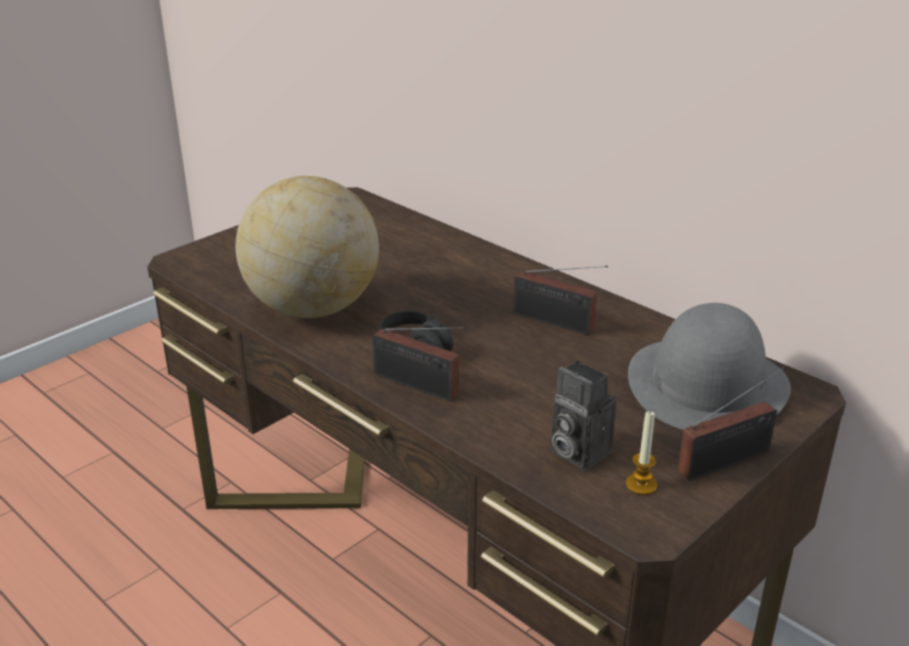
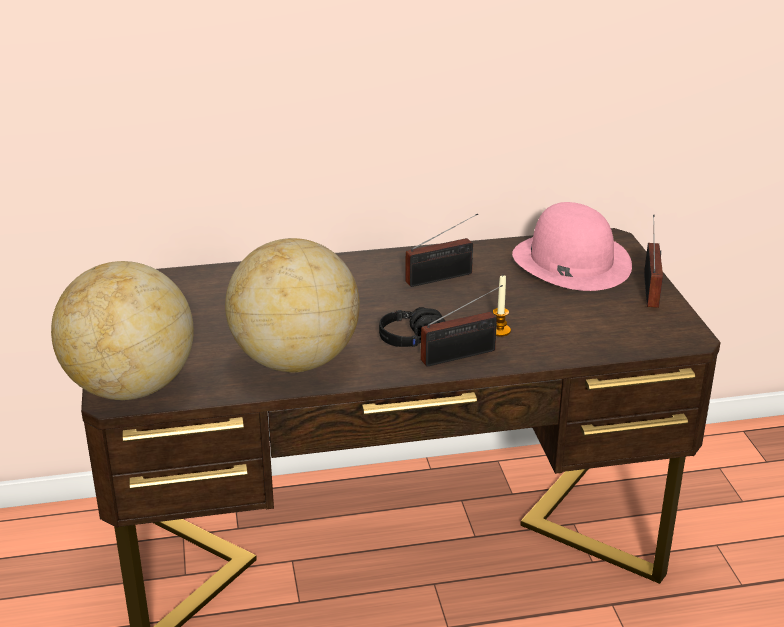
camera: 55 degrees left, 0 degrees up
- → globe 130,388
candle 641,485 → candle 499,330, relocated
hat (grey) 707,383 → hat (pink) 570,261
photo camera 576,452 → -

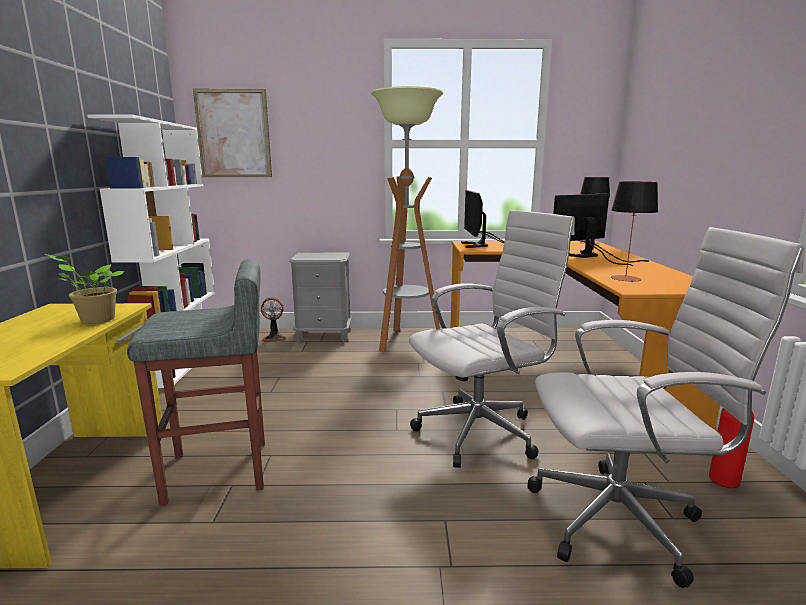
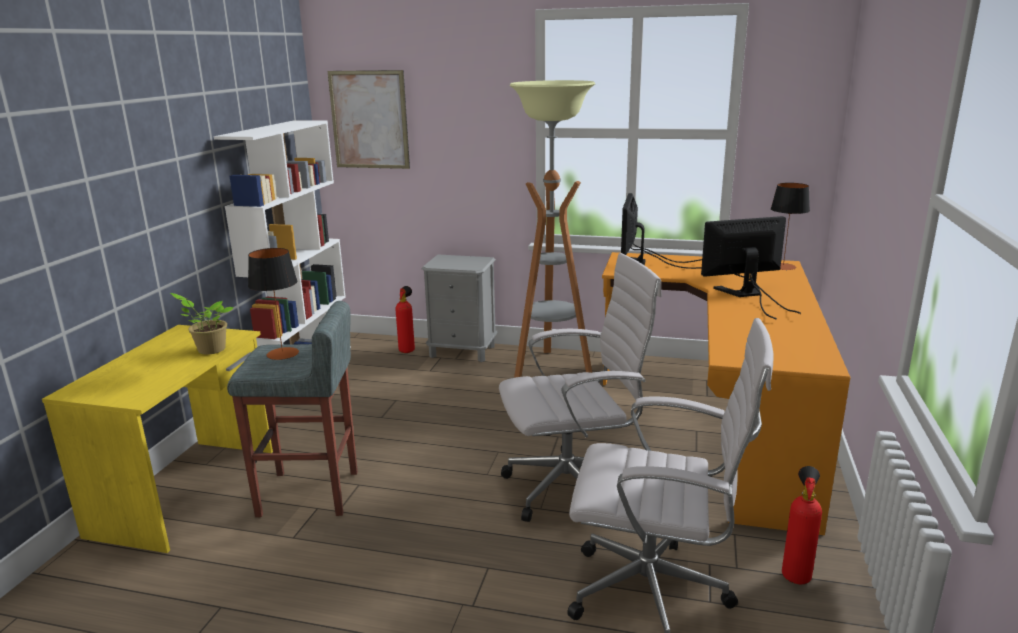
camera: 15 degrees right, 5 degrees up
table lamp 625,278 → table lamp 282,353, relocated
fan 274,338 → fire extinguisher 407,350

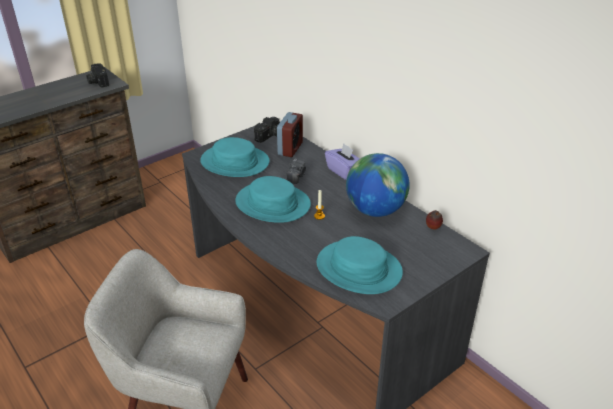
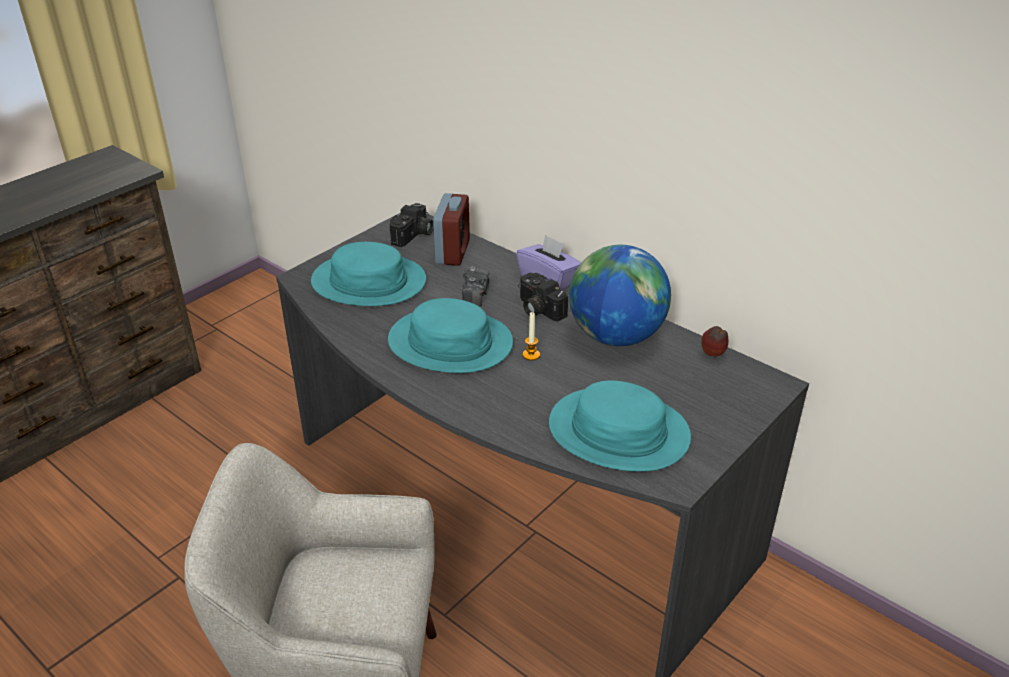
camera: 10 degrees left, 0 degrees up
photo camera 97,82 → photo camera 538,309, relocated

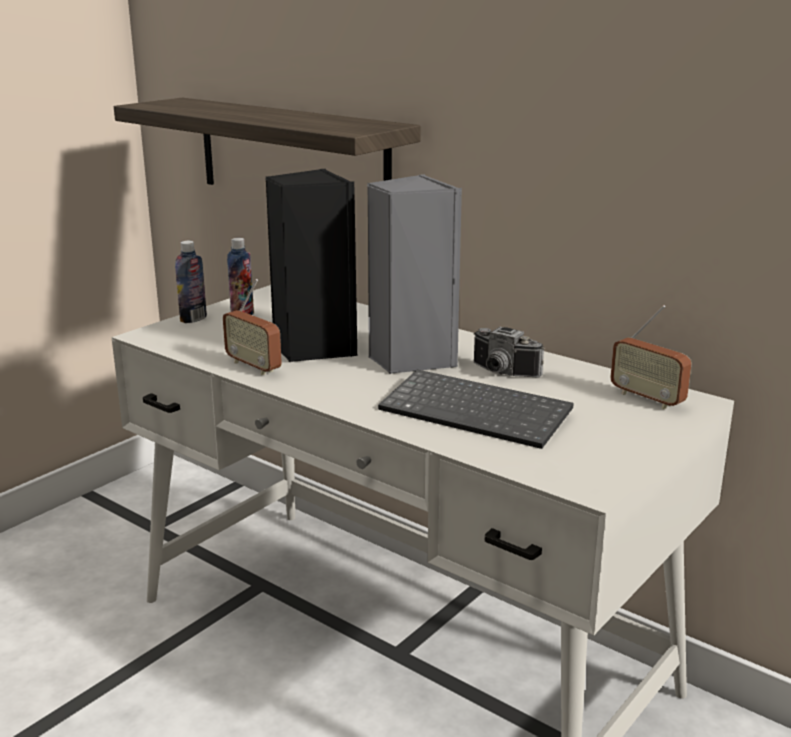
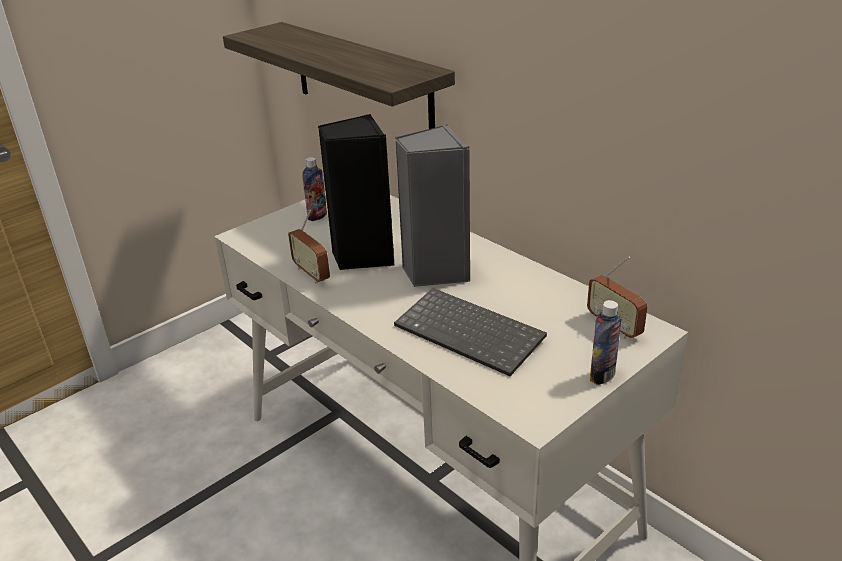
camera: 10 degrees right, 10 degrees up
bottle 193,319 → bottle 602,375, relocated
photo camera 501,373 → -

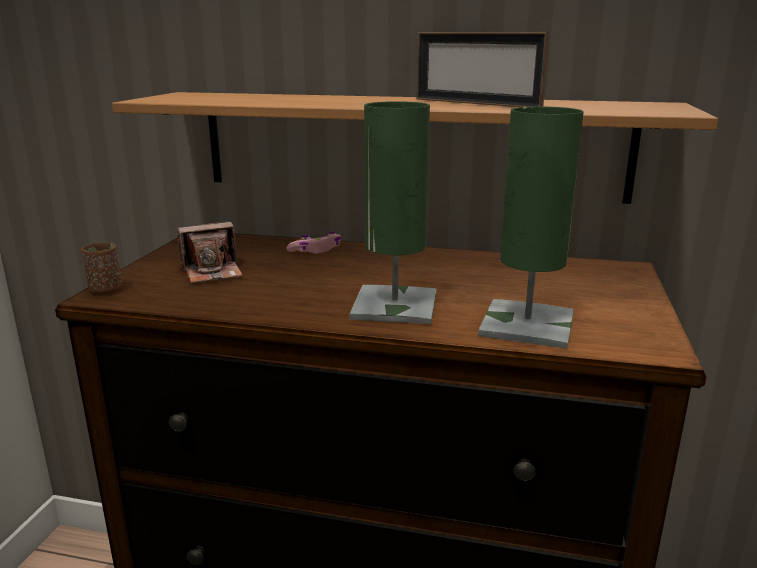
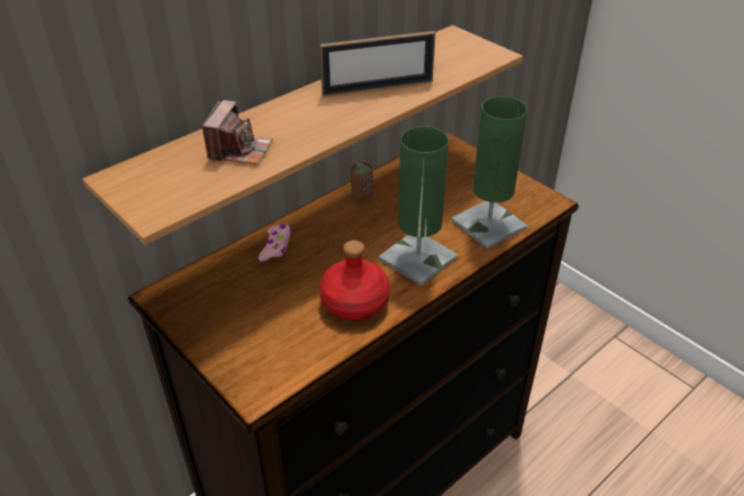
camera: 55 degrees left, 20 degrees up
photo camera 213,272 → photo camera 239,150, relocated
- → bottle (red) 354,301
cup (brown) 105,290 → cup (brown) 362,194, relocated

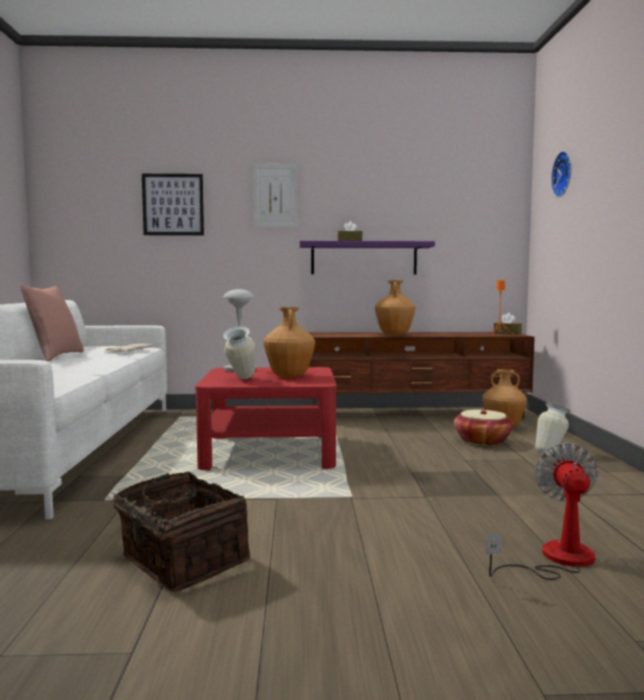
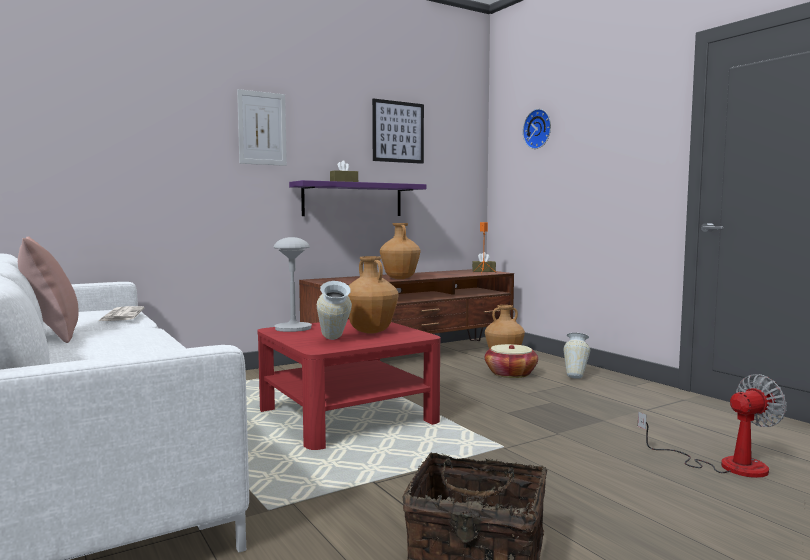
camera: 30 degrees left, 0 degrees up
picture 173,204 → picture 398,132, relocated
fan 555,560 → fan 725,465, 90 degrees clockwise

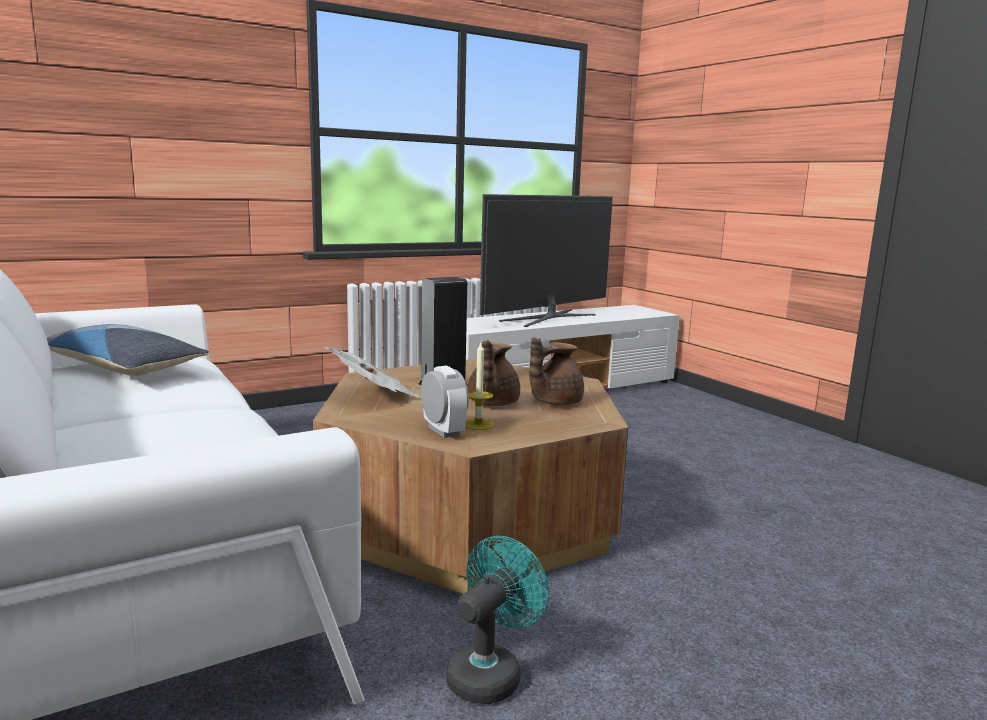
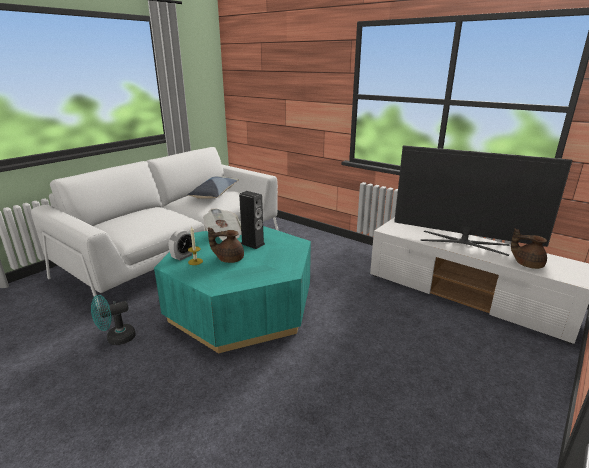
camera: 70 degrees right, 10 degrees up
fan (turquoise) 490,673 → fan (turquoise) 116,338, 135 degrees clockwise
coffee table (brown) 468,514 → coffee table (turquoise) 241,306
teapot (brown) 554,402 → teapot (brown) 527,264, relocated

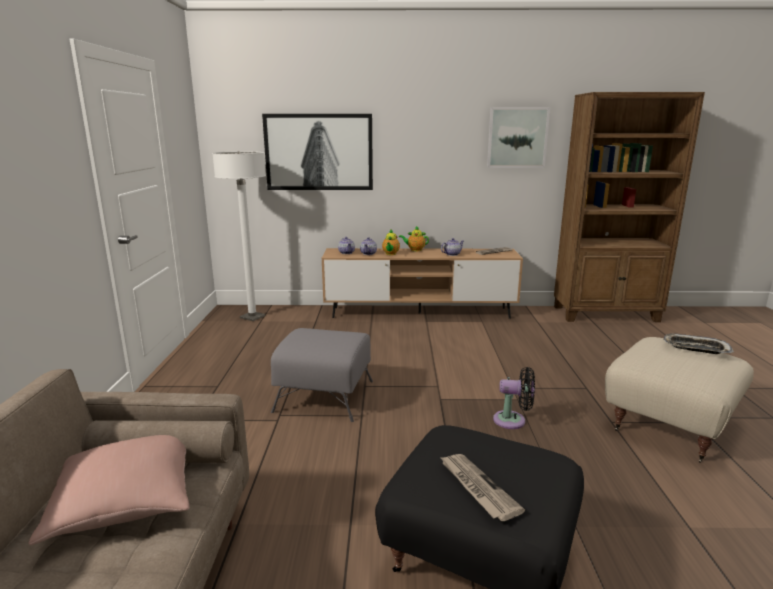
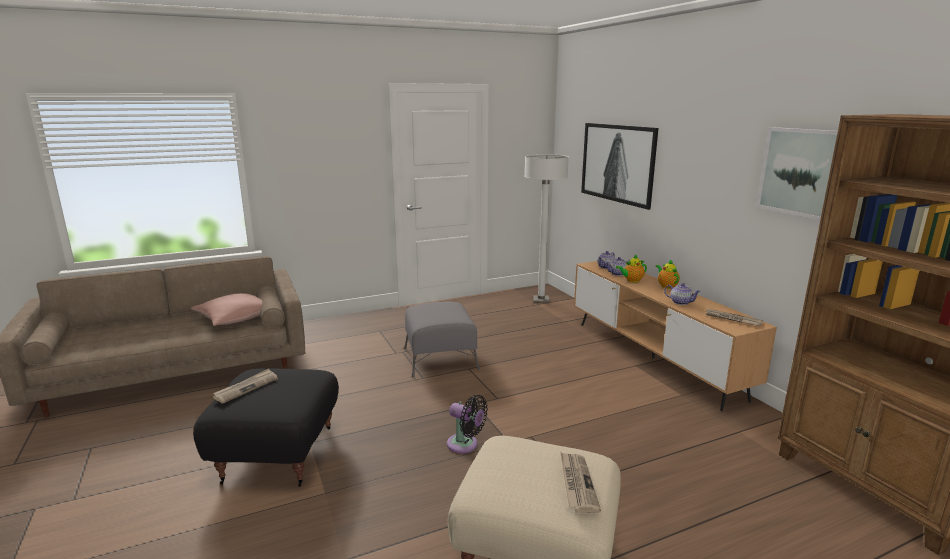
camera: 65 degrees right, 0 degrees up
fan (black) 513,421 → fan (black) 465,445, 45 degrees counterclockwise
tray 695,348 → newspaper 577,483

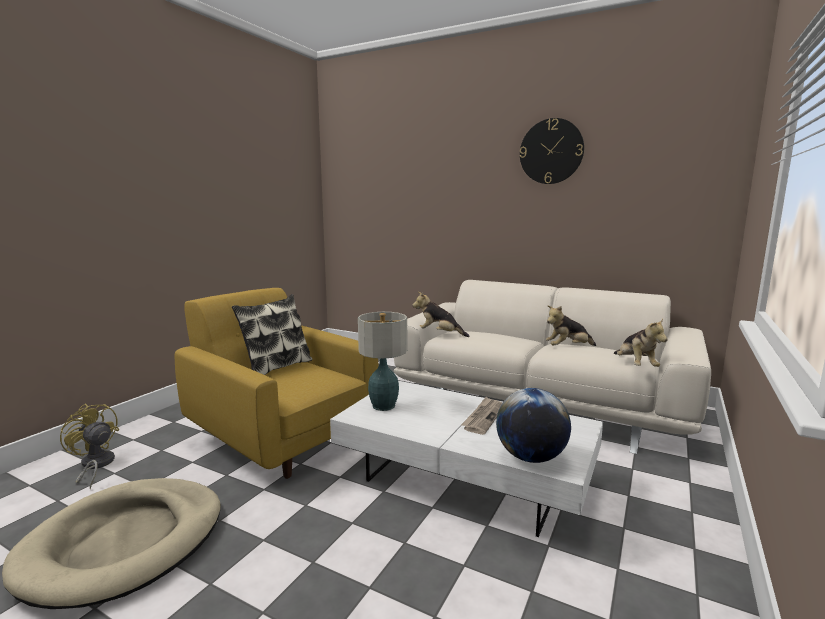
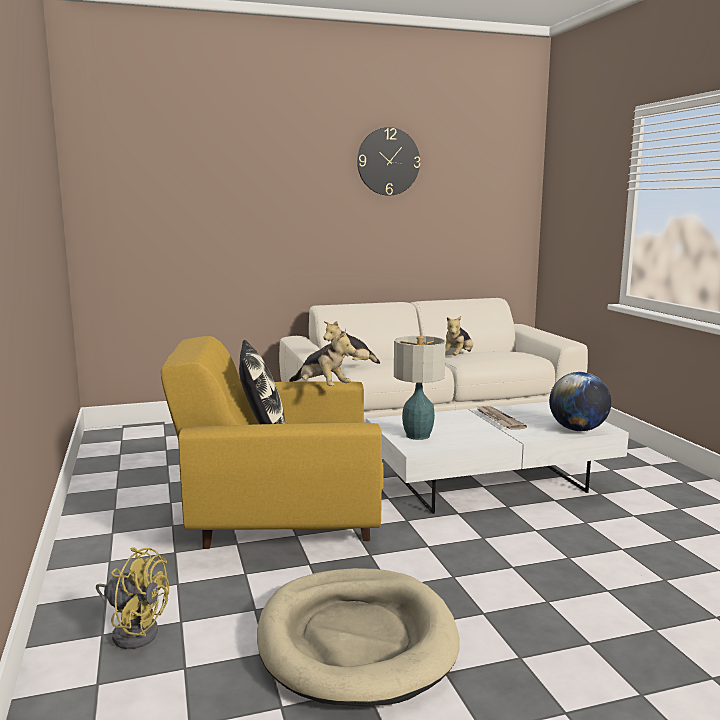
camera: 45 degrees left, 0 degrees up
fan (yellow) 95,466 → fan (yellow) 134,630, 150 degrees counterclockwise
plush toy 635,365 → plush toy 321,388, relocated

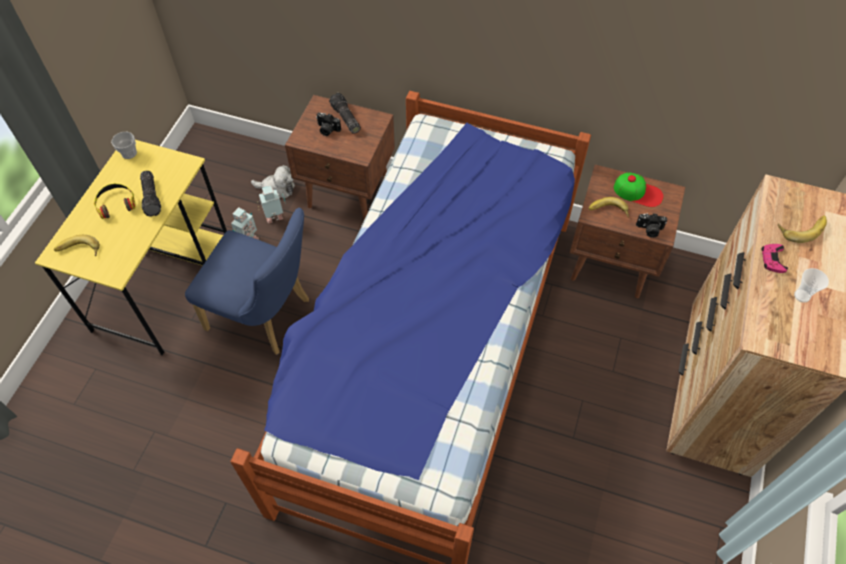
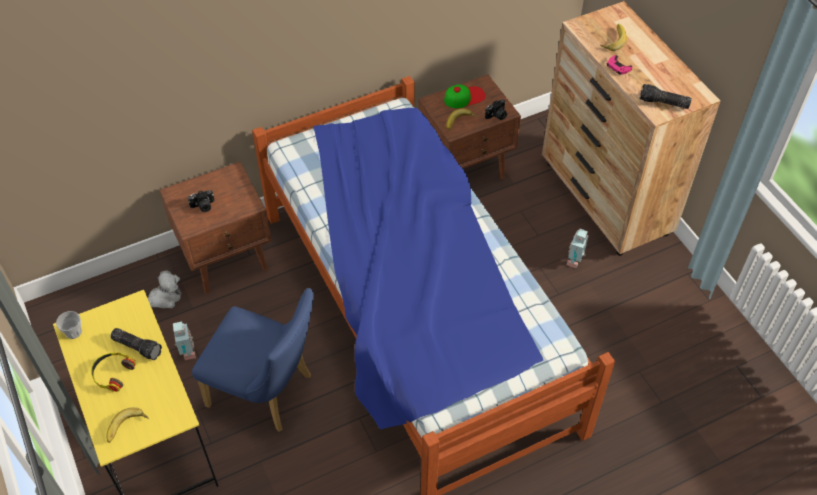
camera: 45 degrees left, 5 degrees down
chair (blue) 265,316 → chair (blue) 267,392, 45 degrees clockwise
toy robot 275,218 → toy robot 575,261, relocated
flashlight 345,118 → flashlight 663,103, relocated
cup 802,296 → -

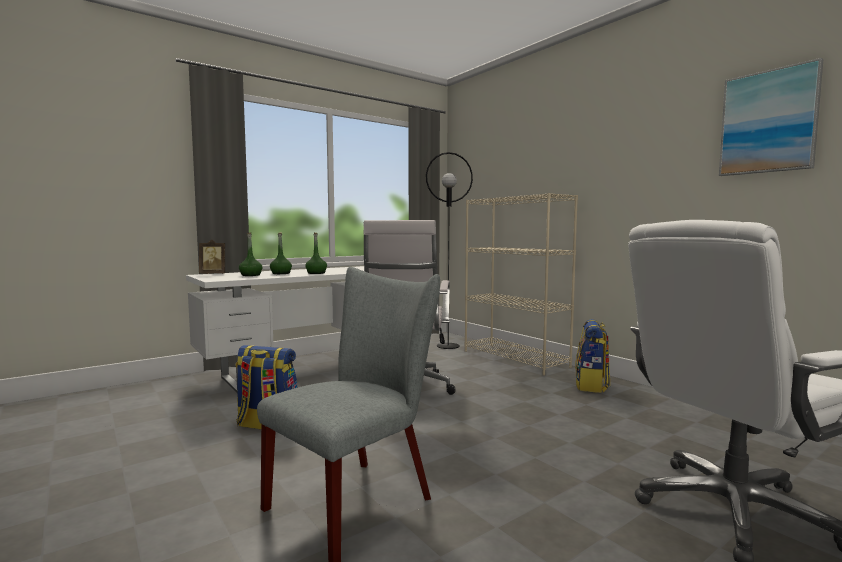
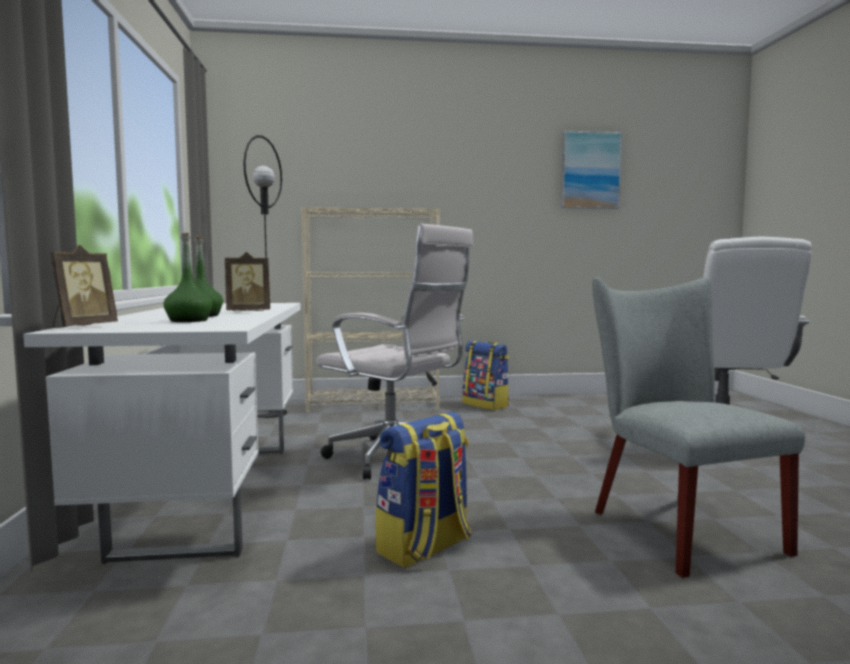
camera: 60 degrees left, 0 degrees up
bottle (green) 316,273 → picture frame 248,311

